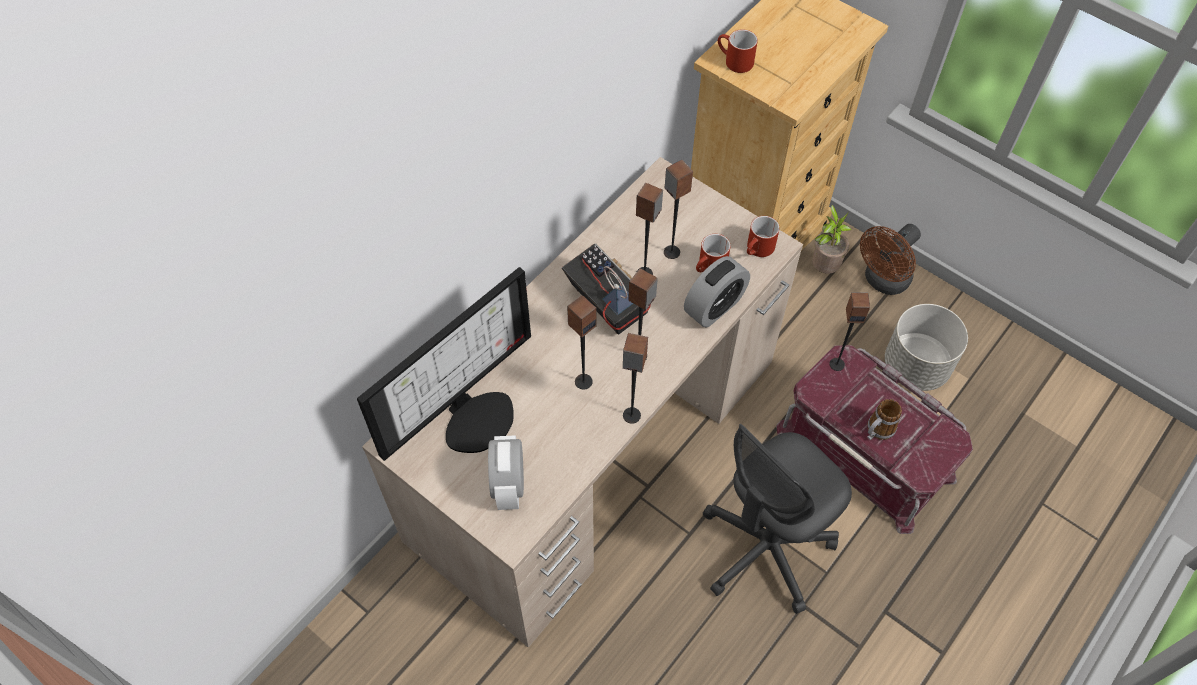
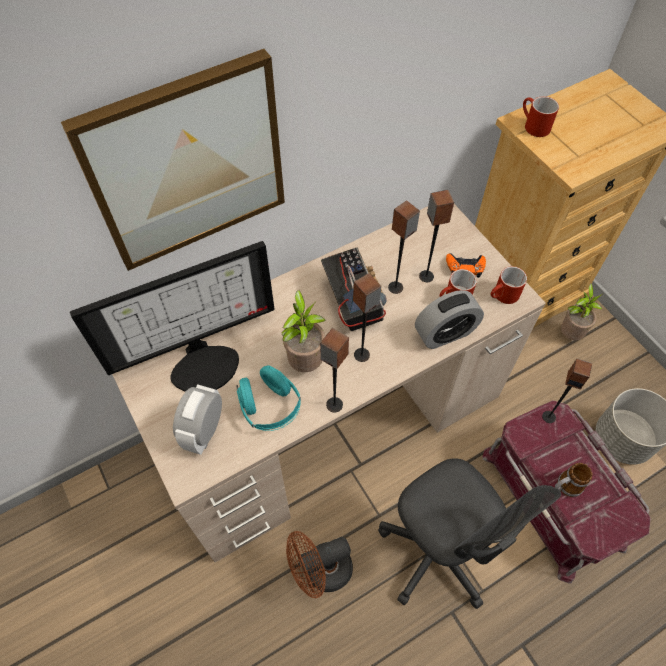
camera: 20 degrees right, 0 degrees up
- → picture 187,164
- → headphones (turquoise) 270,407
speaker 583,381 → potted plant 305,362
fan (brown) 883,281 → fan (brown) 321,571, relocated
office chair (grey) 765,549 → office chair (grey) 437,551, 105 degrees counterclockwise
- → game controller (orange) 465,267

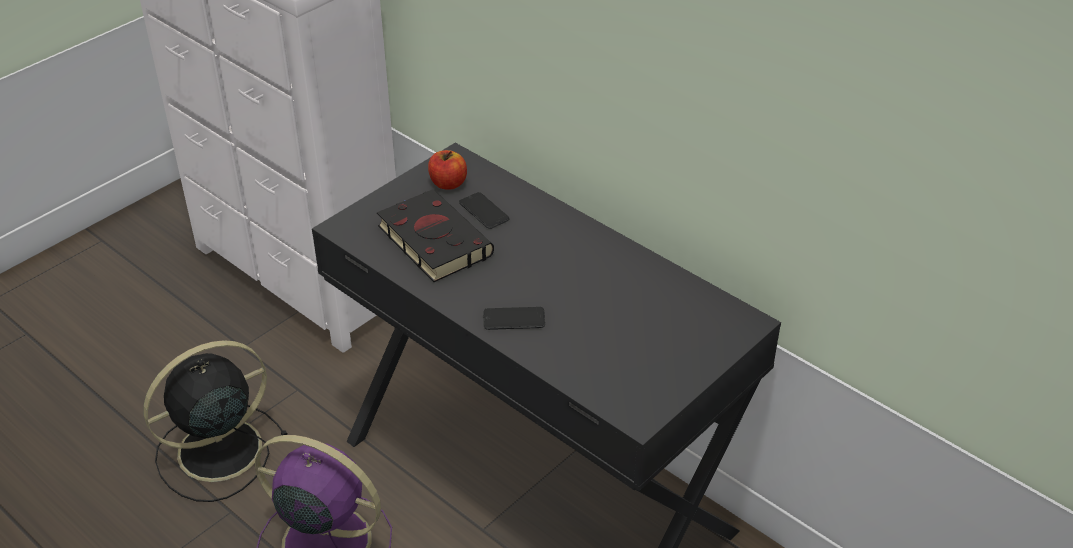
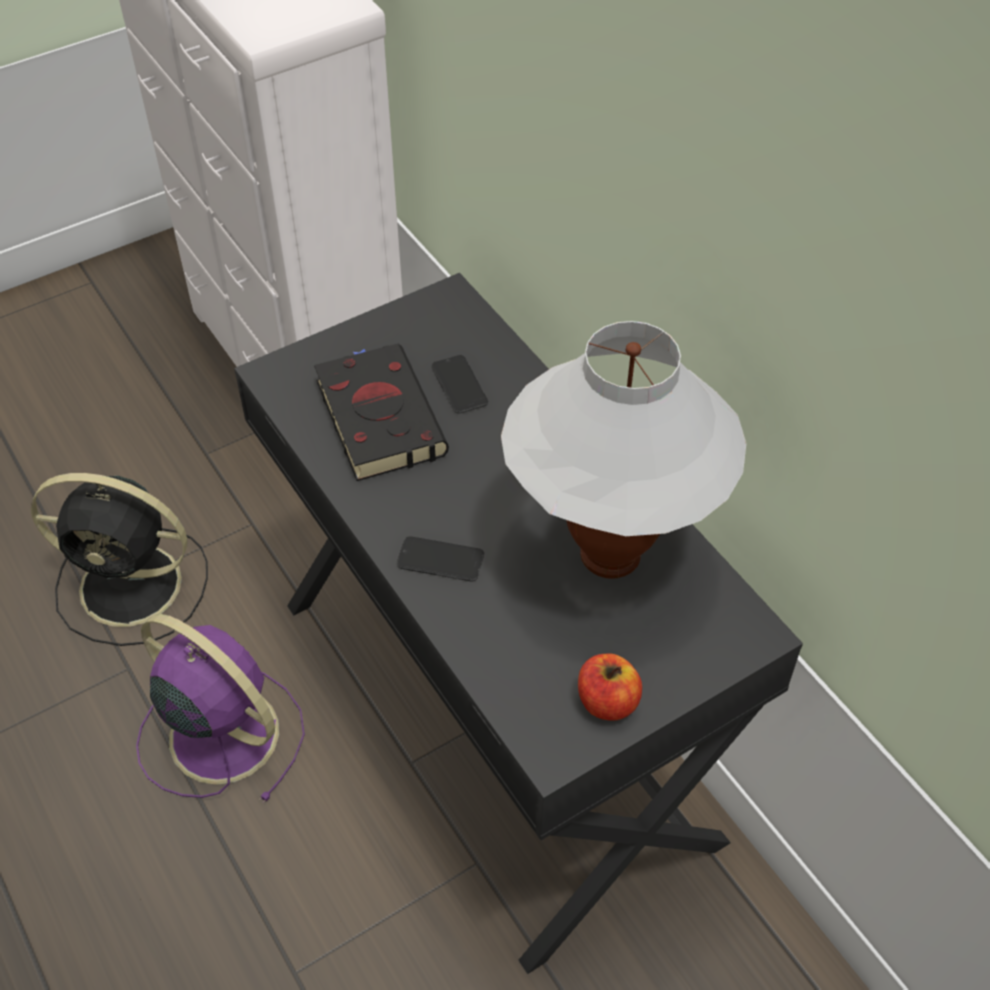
camera: 15 degrees right, 10 degrees up
fan (black) 216,452 → fan (black) 135,586, 150 degrees counterclockwise
- → table lamp (white) 609,555
apple 448,183 → apple 607,702, relocated

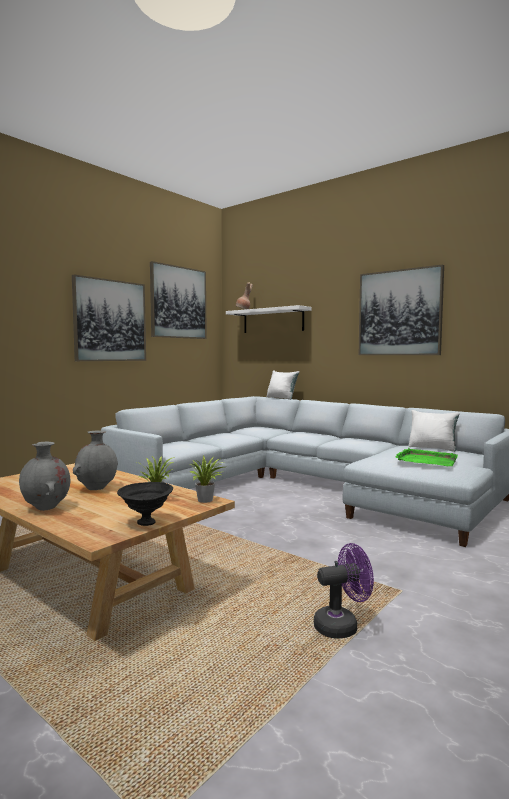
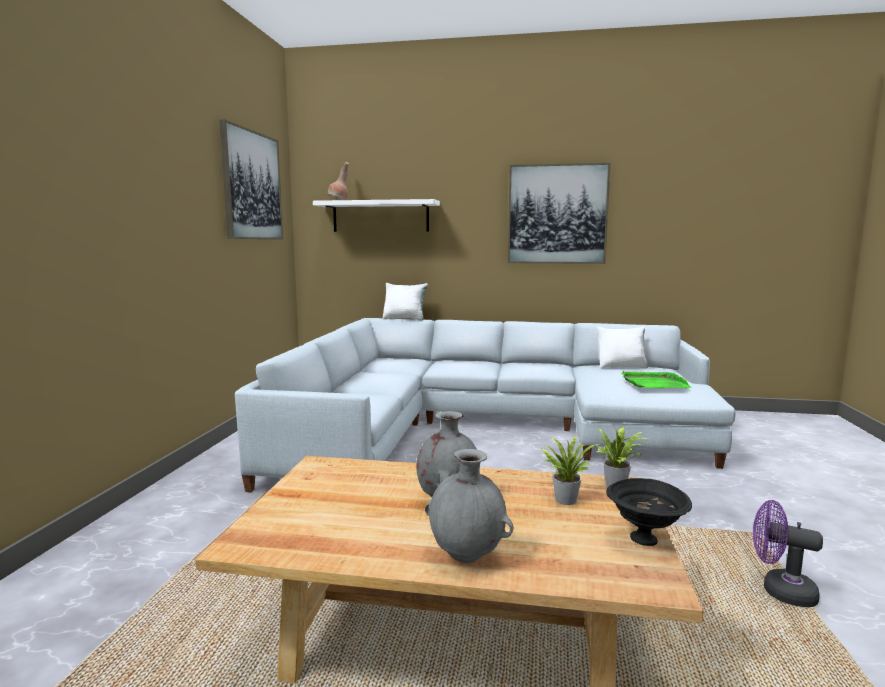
camera: 30 degrees left, 5 degrees up
fan (purple) 342,625 → fan (purple) 780,591, 105 degrees counterclockwise
picture 110,320 → -

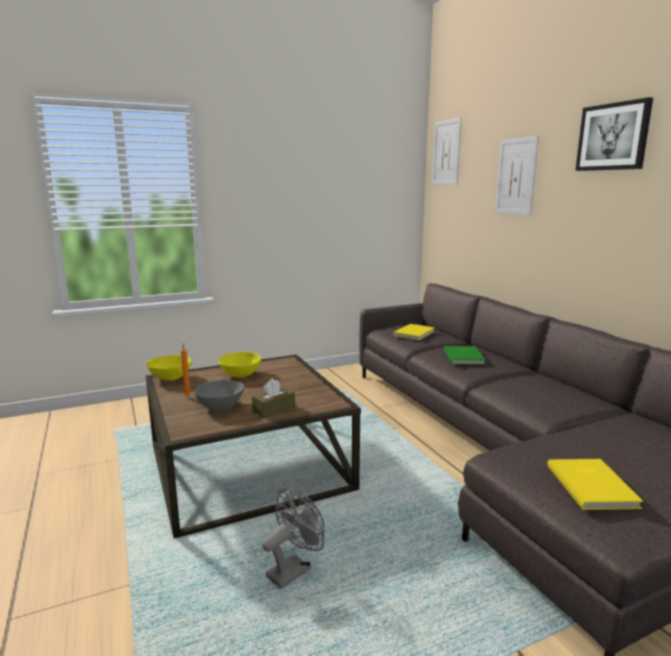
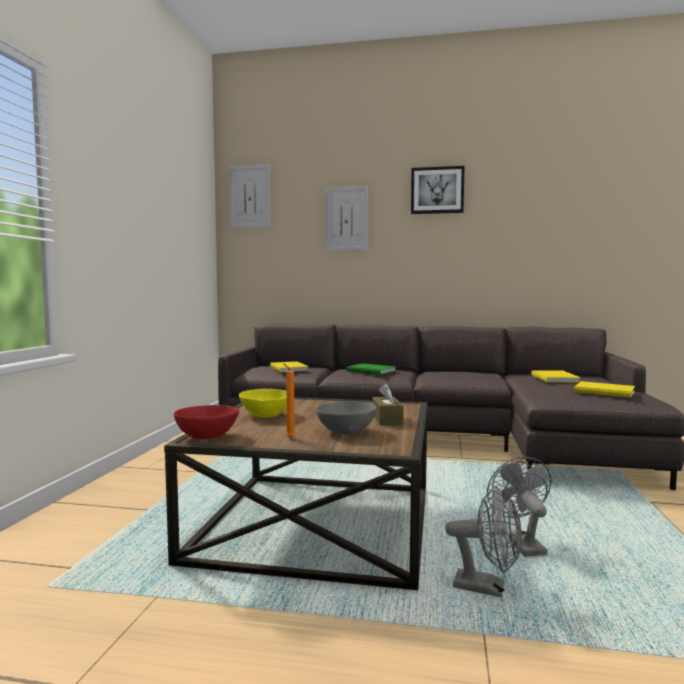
camera: 55 degrees left, 10 degrees down
bowl (yellow) 170,377 → bowl (red) 207,436
- → fan (grey) 487,588
- → book (yellow) 556,378

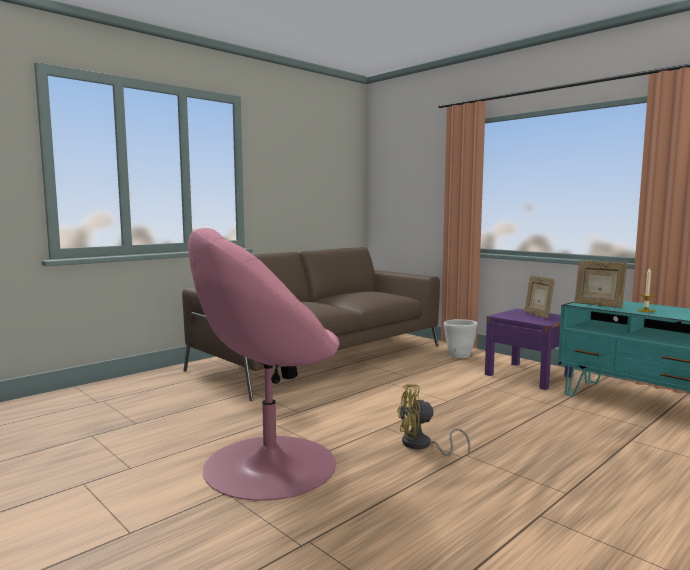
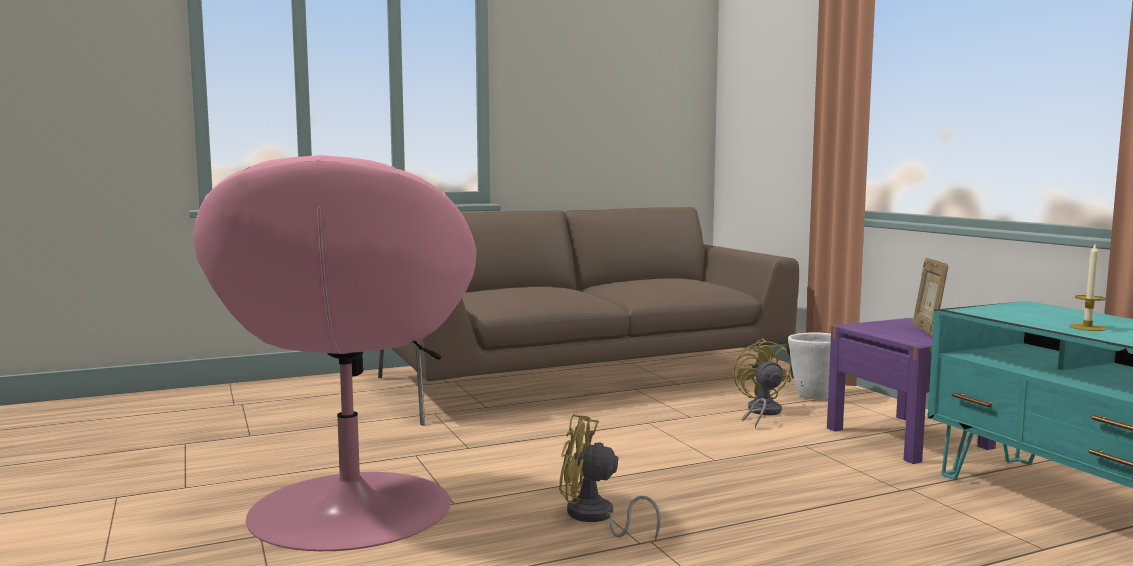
camera: 20 degrees right, 0 degrees up
armchair (pink) 267,465 → armchair (pink) 349,509, 90 degrees counterclockwise
- → fan (yellow) 761,412
picture frame 598,305 → -

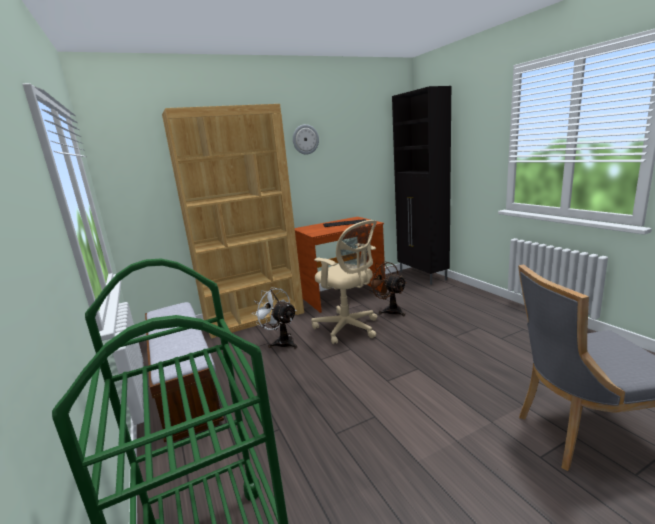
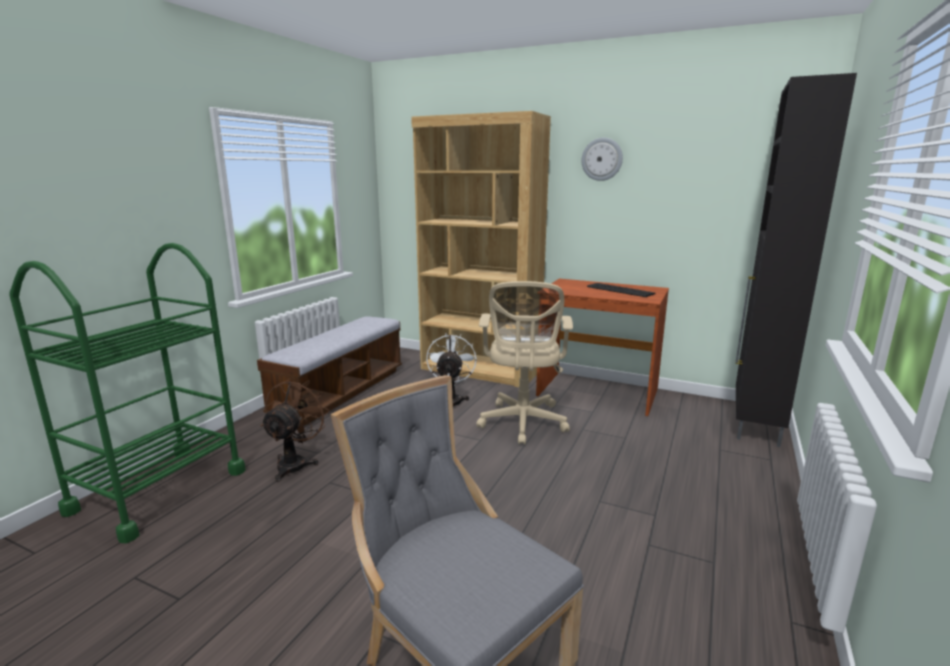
camera: 50 degrees right, 0 degrees up
fan (brown) 389,310 → fan (brown) 296,463, relocated

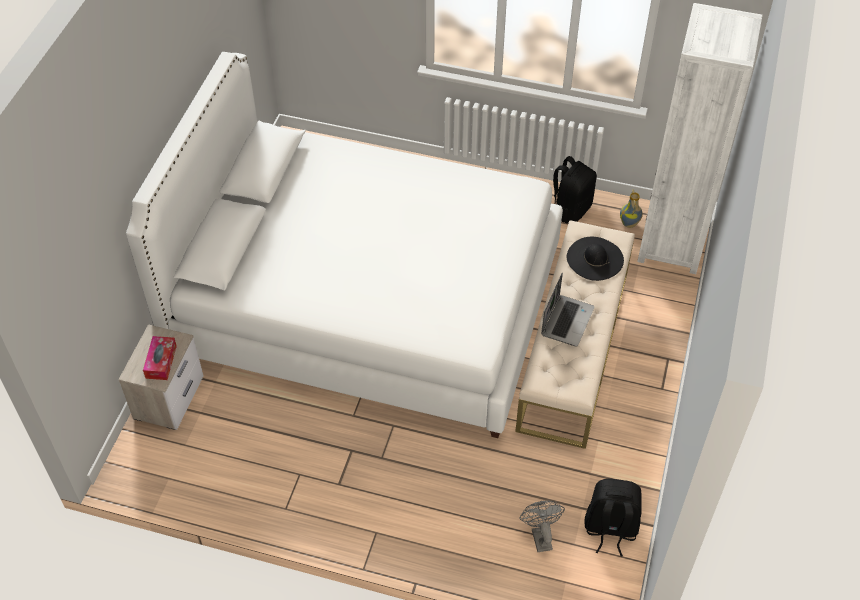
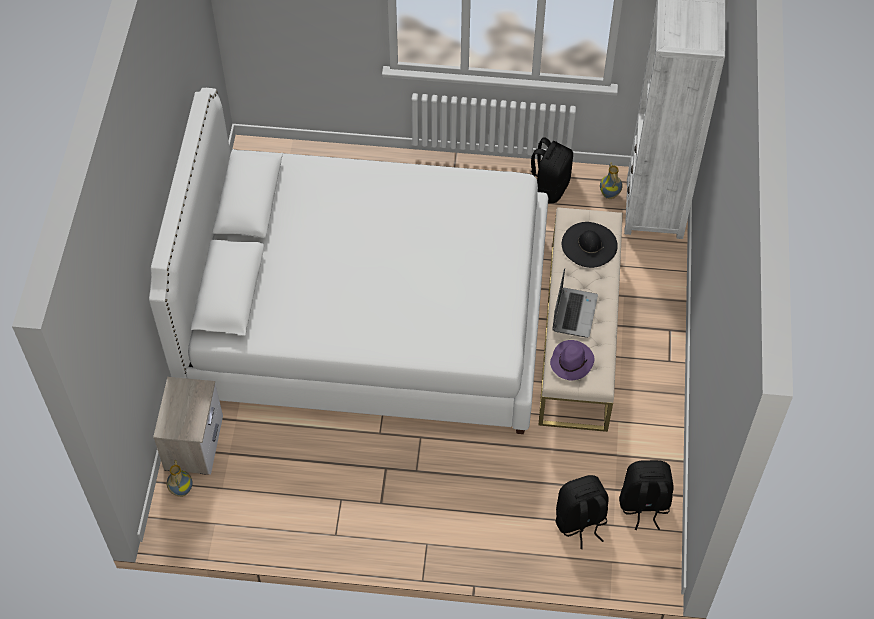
camera: 10 degrees left, 5 degrees up
- → vase 181,490
- → hat (purple) 571,361
fan (grey) 540,535 → backpack (black) 580,522
tissue box 161,362 → -

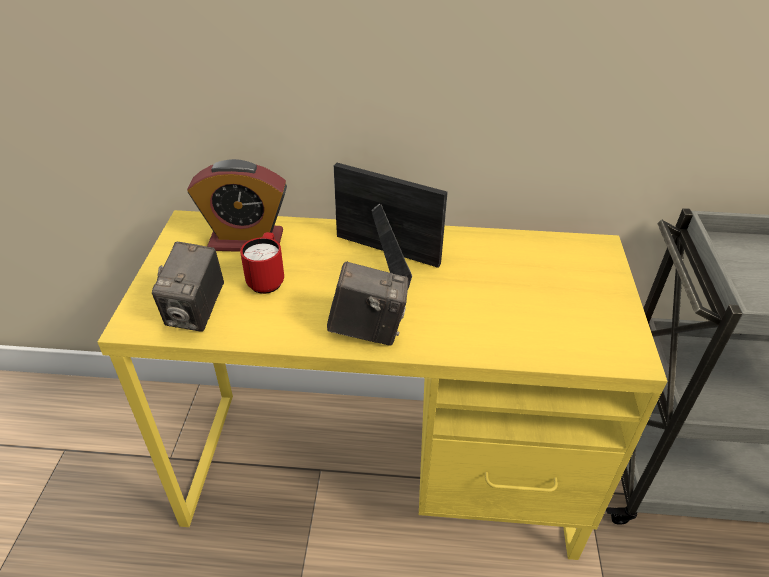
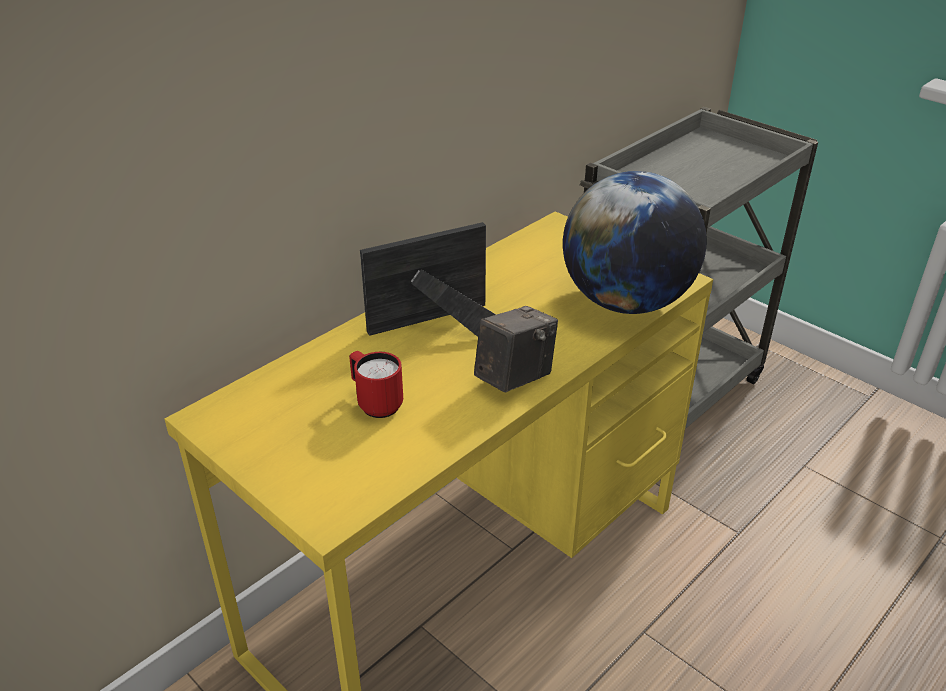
camera: 50 degrees left, 5 degrees down
- → globe 626,302
photo camera 196,312 → -
alarm clock 246,241 → -

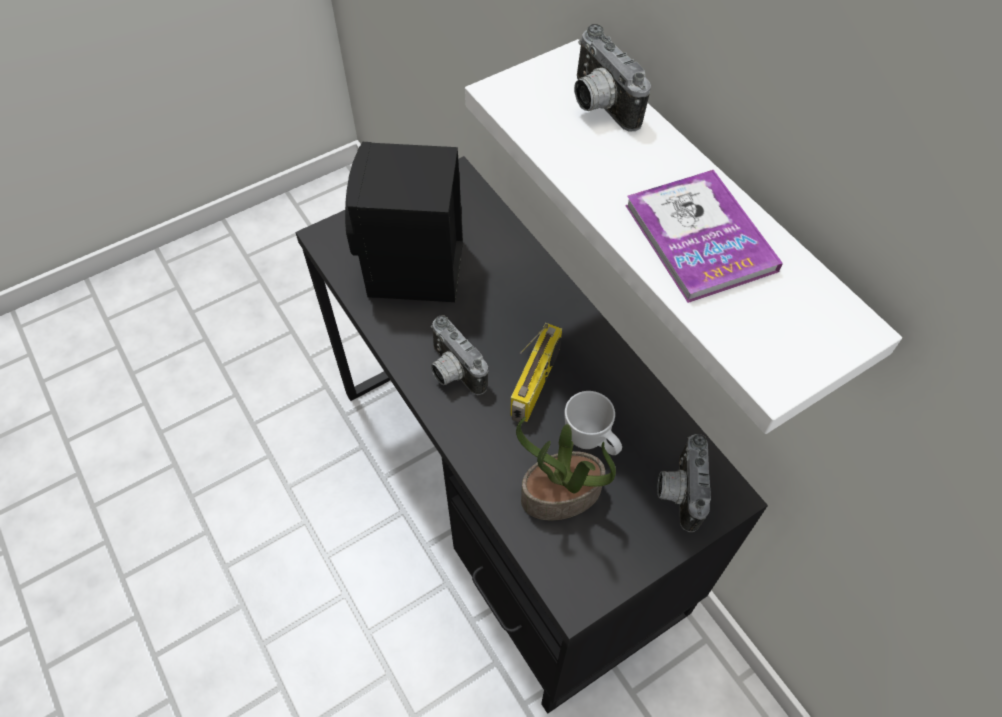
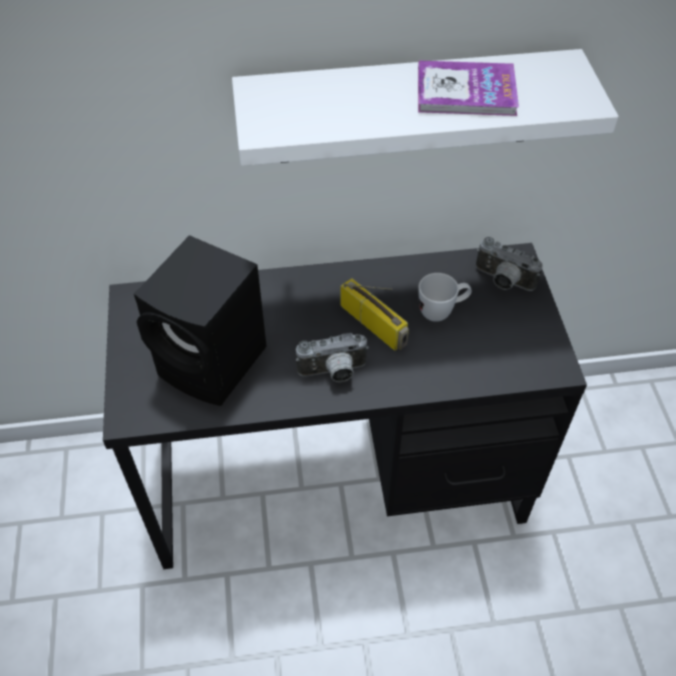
camera: 65 degrees left, 5 degrees down
potted plant 560,496 → -
photo camera 598,105 → -

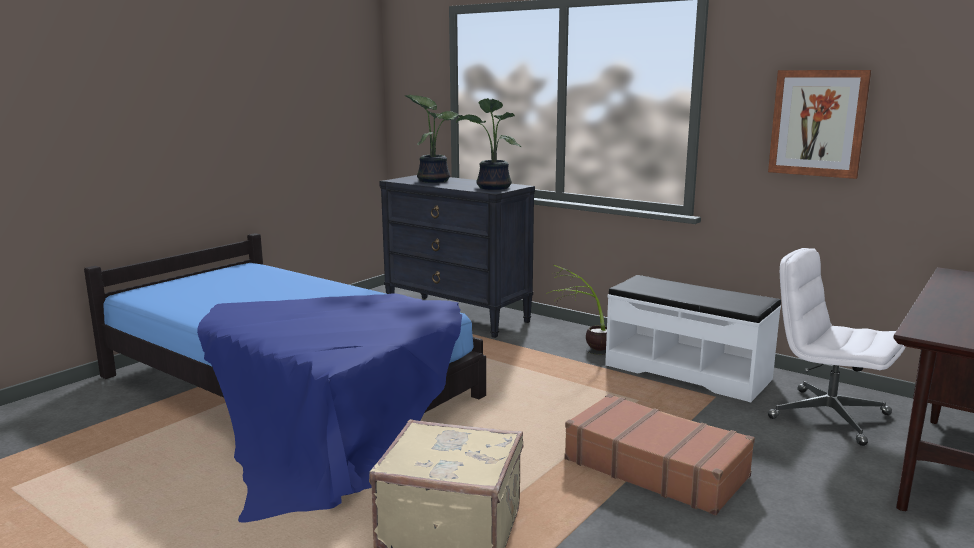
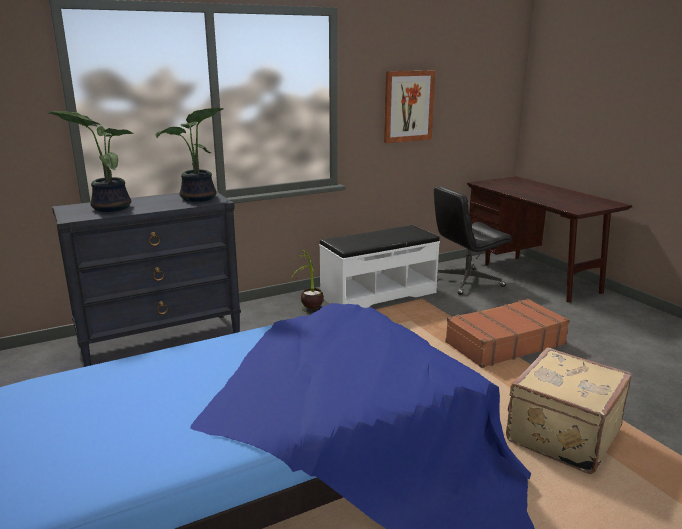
camera: 65 degrees left, 5 degrees up
office chair (white) 827,416 → office chair (black) 466,282

